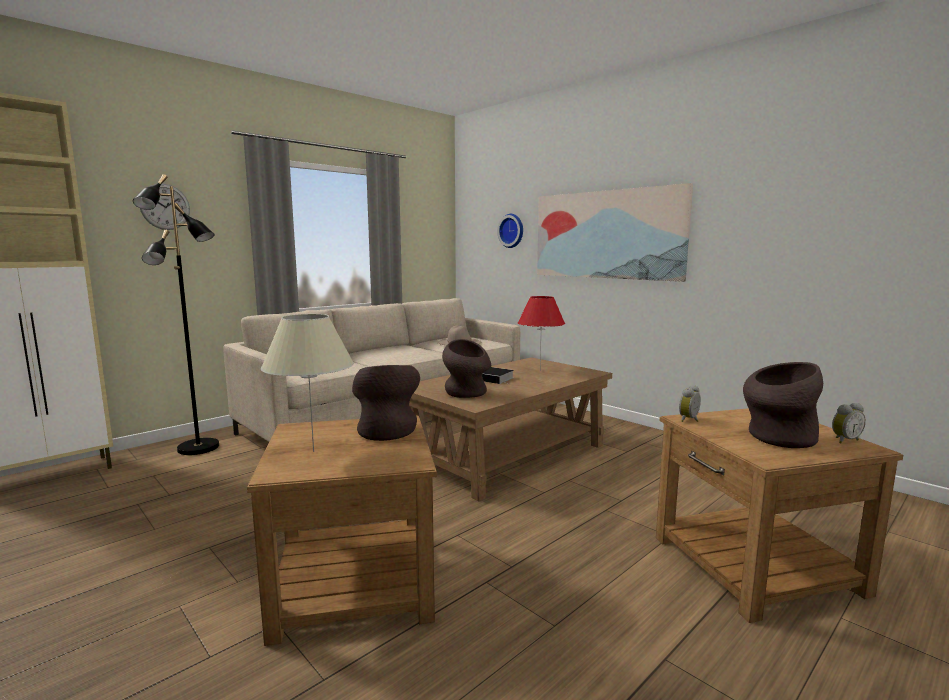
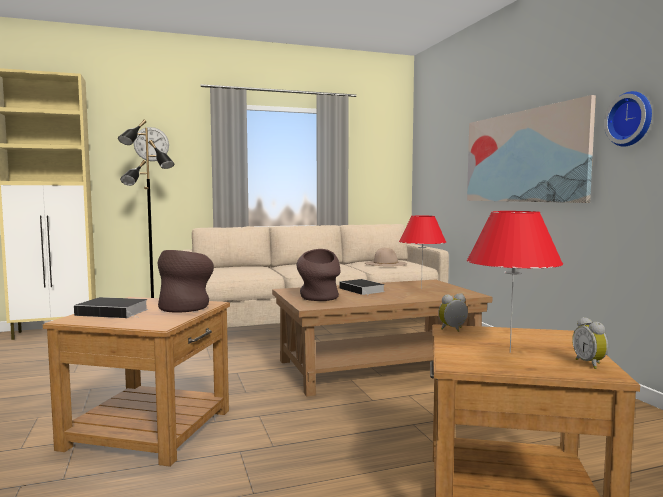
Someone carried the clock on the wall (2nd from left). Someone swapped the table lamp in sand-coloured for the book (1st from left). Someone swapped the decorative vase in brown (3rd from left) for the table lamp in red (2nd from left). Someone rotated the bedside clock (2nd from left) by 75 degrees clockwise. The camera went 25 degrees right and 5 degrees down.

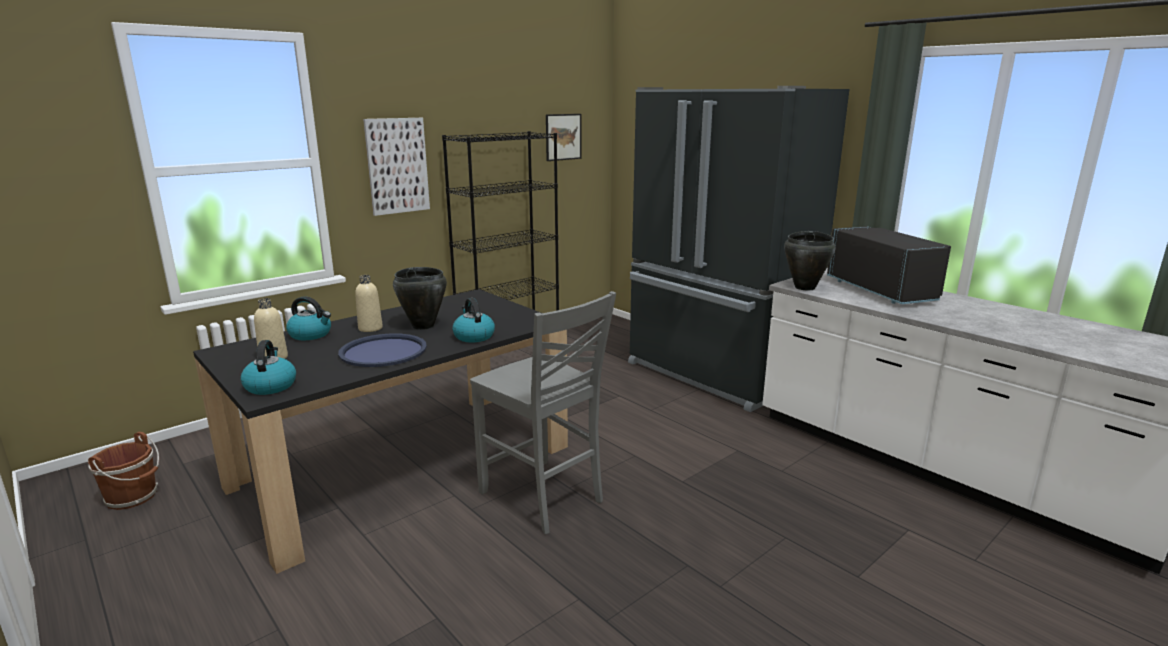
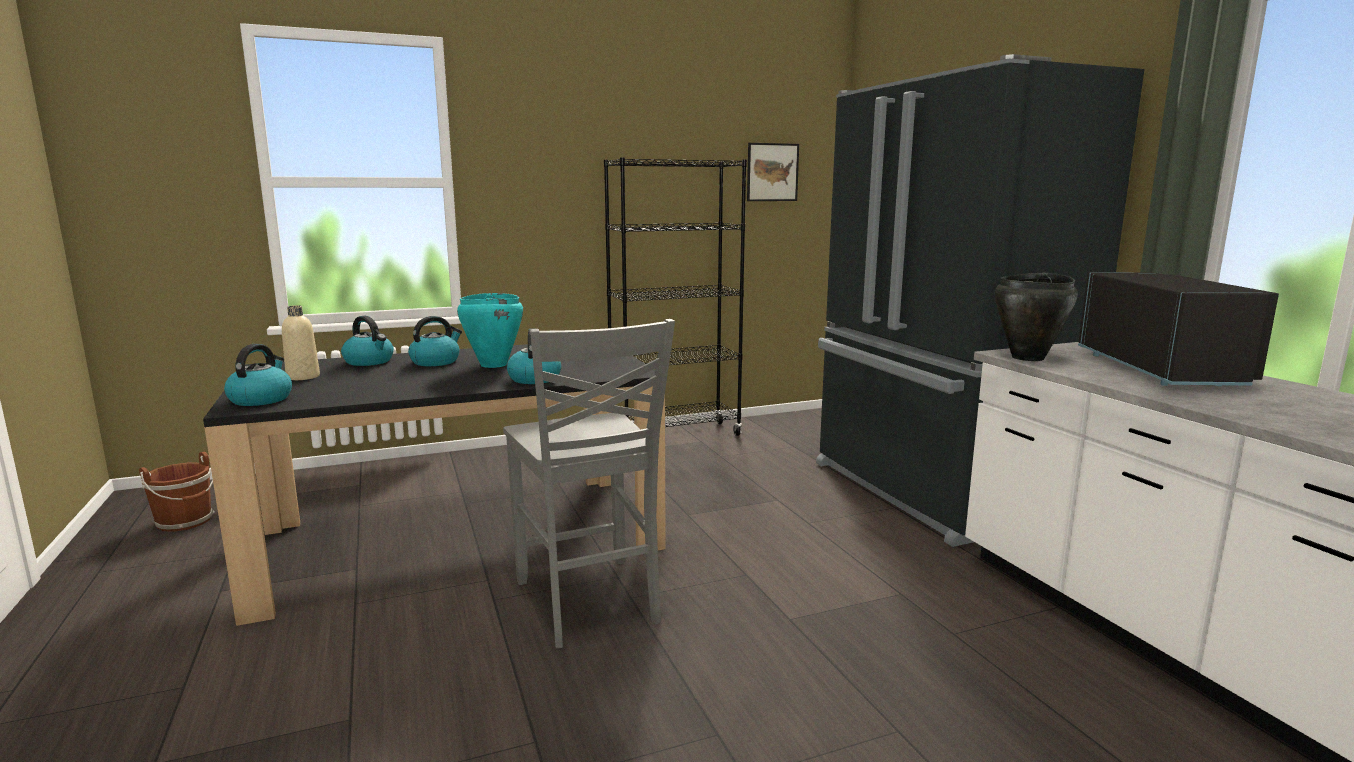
Someone took away the picture (1st from left). Someone repainted the saucepot in blackish (1st from left), which became the saucepot in turquoise-coloured. Someone swapped the beverage bottle in sand-coloured (2nd from left) for the kettle (3rd from left). Someone took away the carrying tray in blue. The camera went 20 degrees right and 5 degrees down.

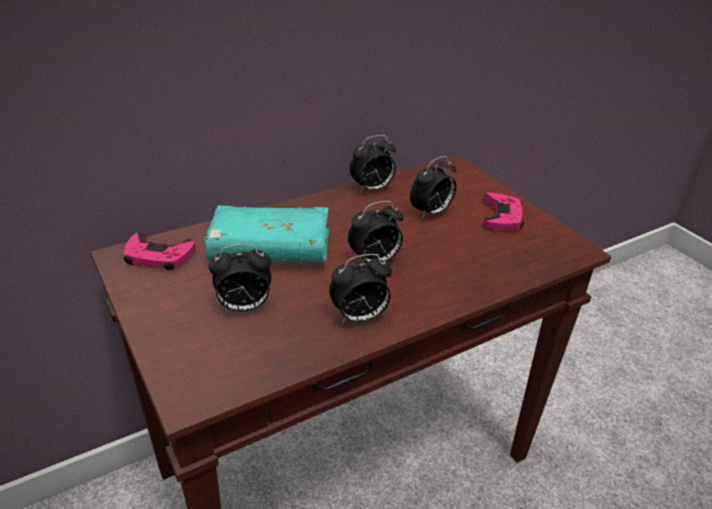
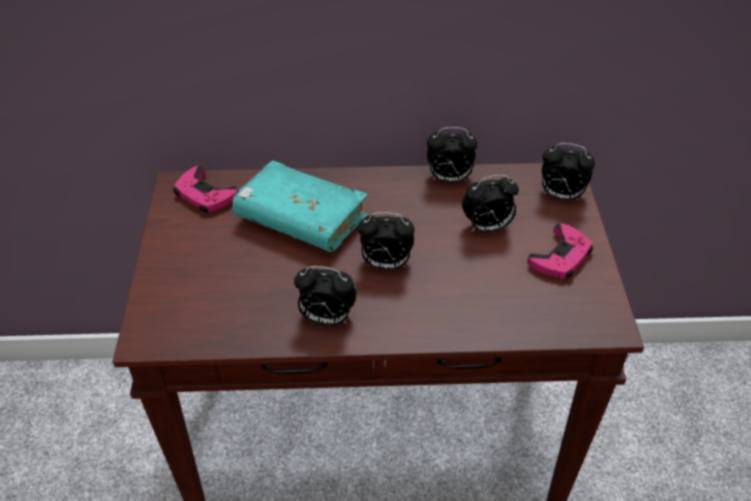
Someone carried the bedside clock (1st from left in the first image). The camera went 30 degrees right and 10 degrees up.

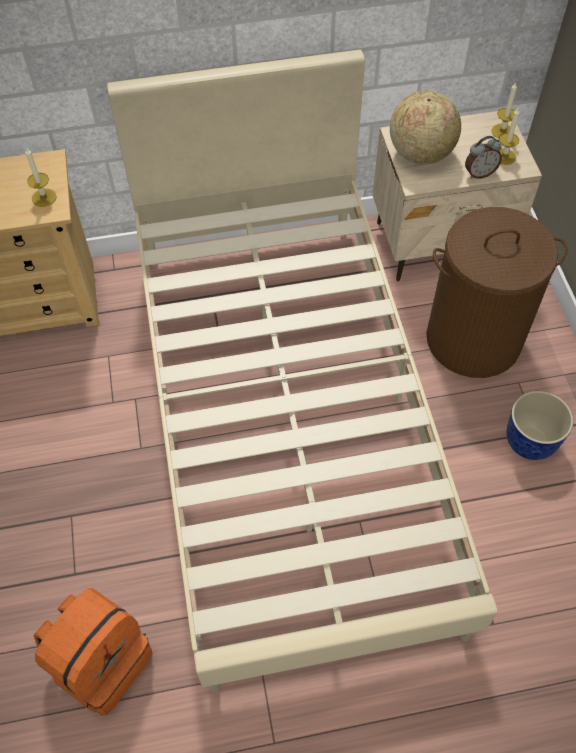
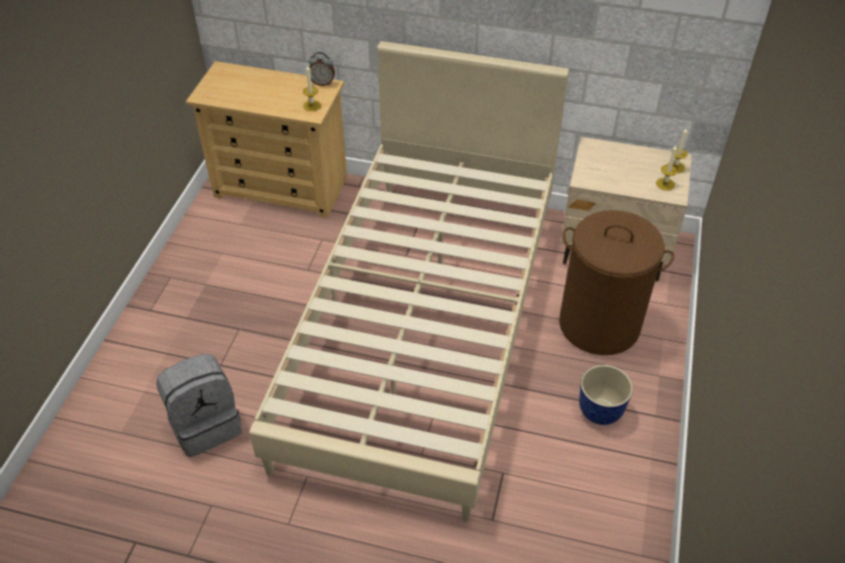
Someone took away the world globe. Someone carried the bedside clock. Someone repainted the knapsack in orangey, which became the knapsack in greyish. The camera went 25 degrees right and 10 degrees down.

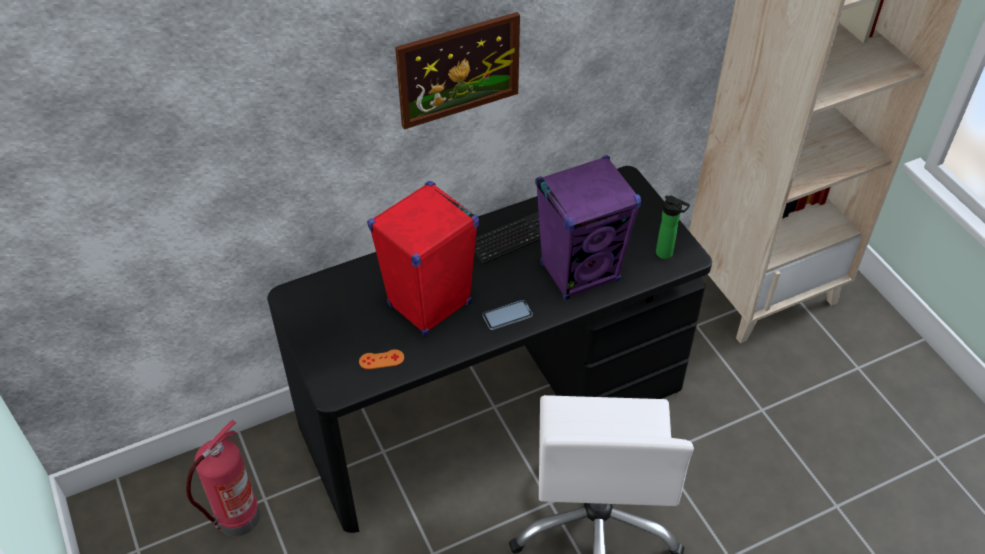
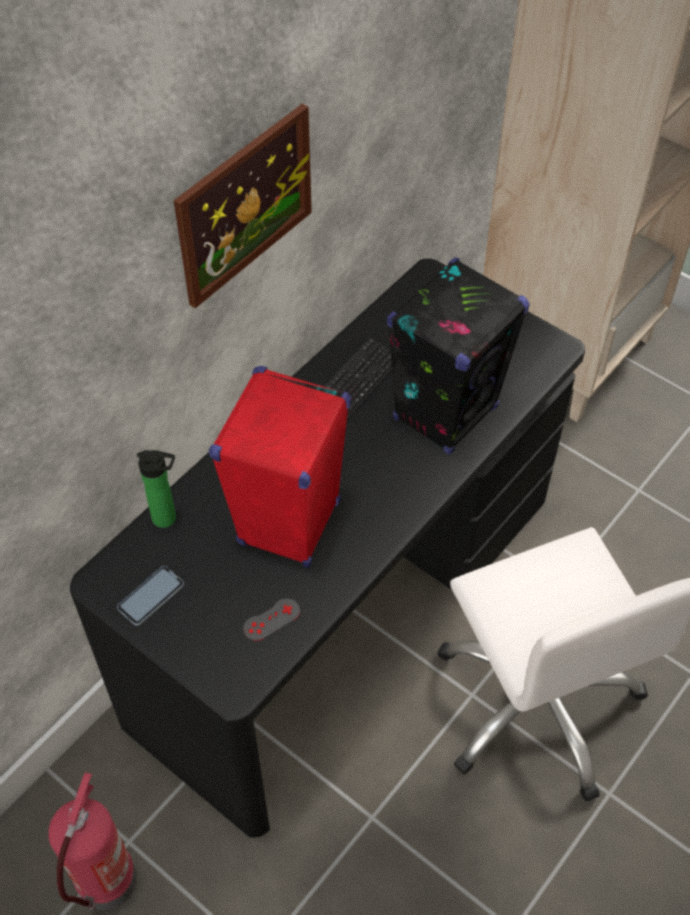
Someone repainted the audio speaker in purple, which became the audio speaker in blackish. Someone carried the beverage bottle. Someone carried the phone. Someone repainted the gamepad in orangey, which became the gamepad in greyish. The camera went 25 degrees left and 5 degrees up.

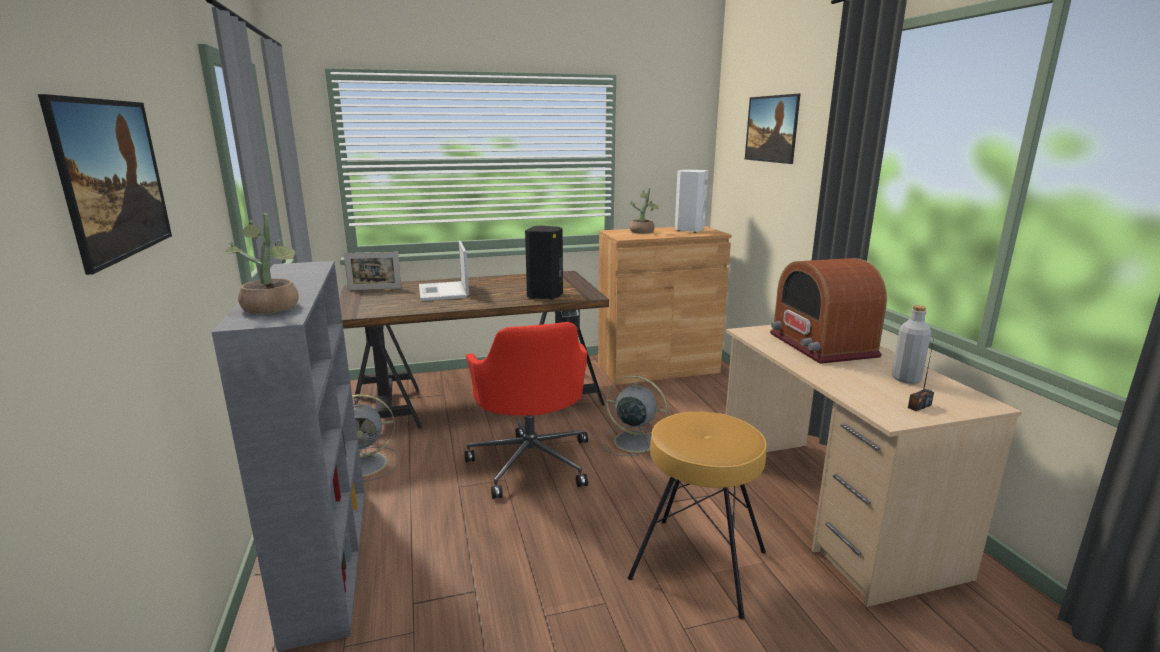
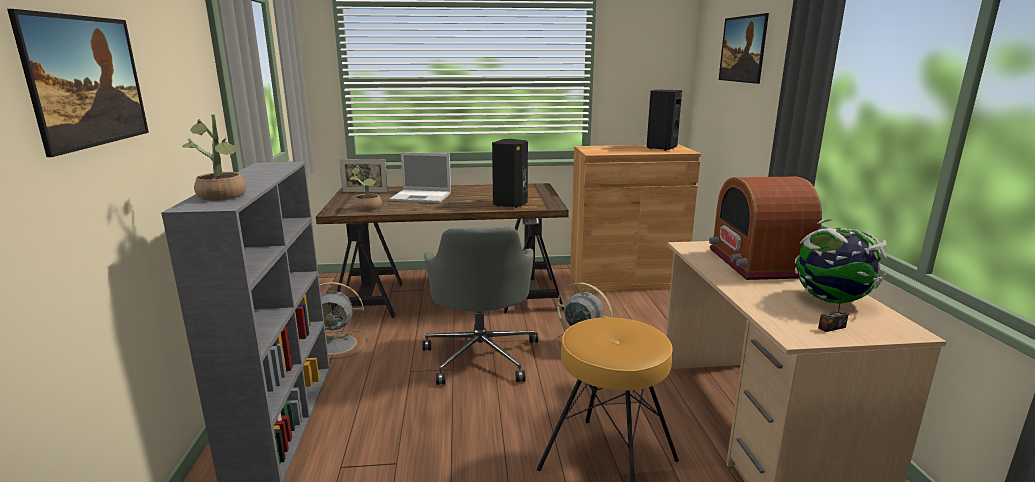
Someone repainted the audio speaker in white, which became the audio speaker in blackish (2nd from left). Someone carried the houseplant (2nd from left). Someone rotated the portable computer by 75 degrees counterclockwise. Someone swapped the beverage bottle in greyish for the world globe. Someone repainted the desk chair in red, which became the desk chair in greyish. The camera went 10 degrees right and 0 degrees up.

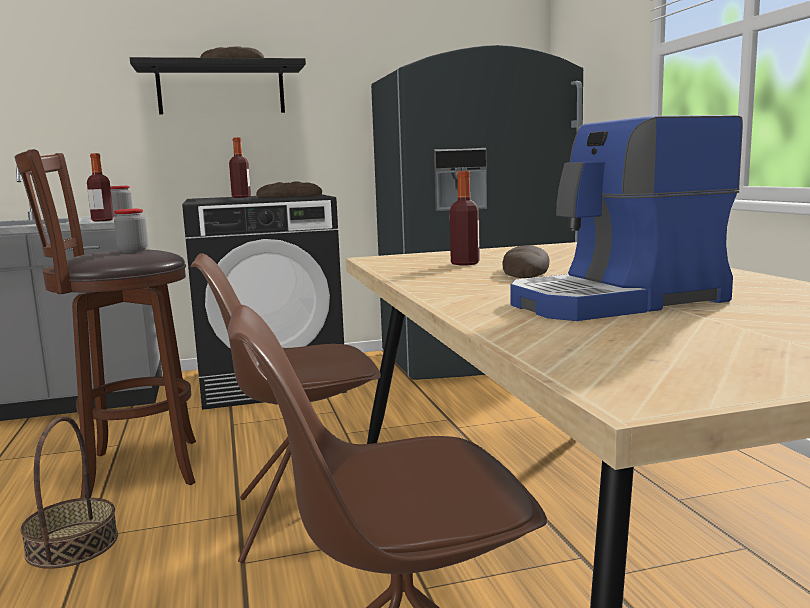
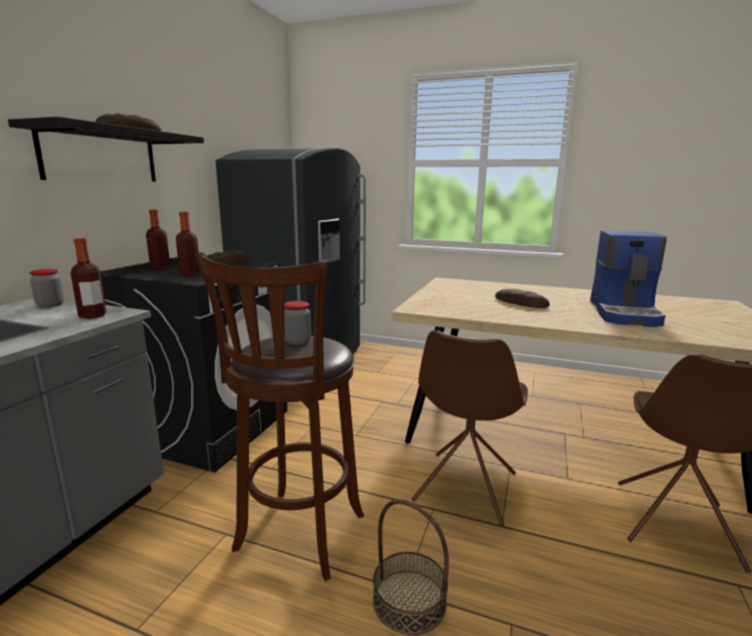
Someone carried the beverage bottle (3rd from left). The camera went 55 degrees left and 5 degrees up.

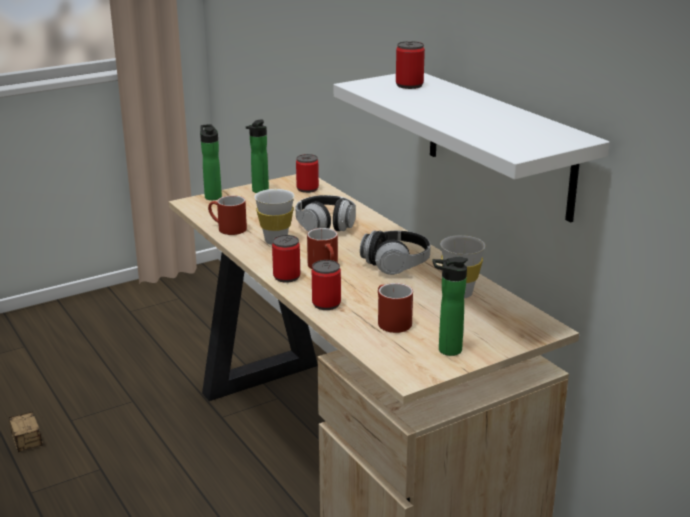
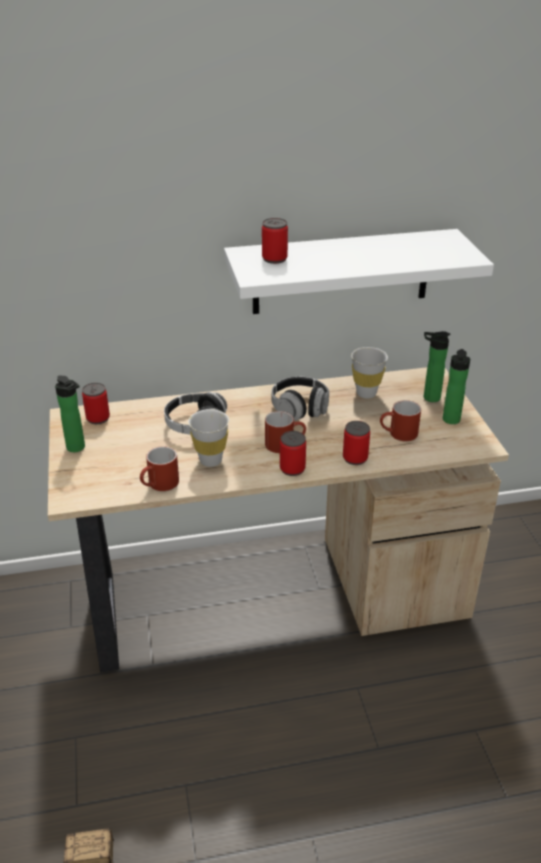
Someone carried the beverage bottle (1st from left in the first image). The camera went 70 degrees left and 10 degrees up.

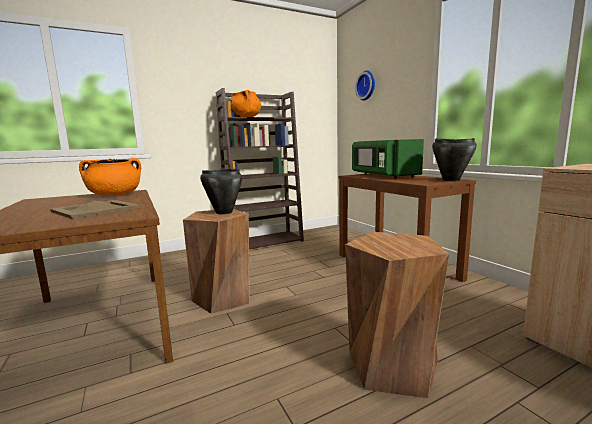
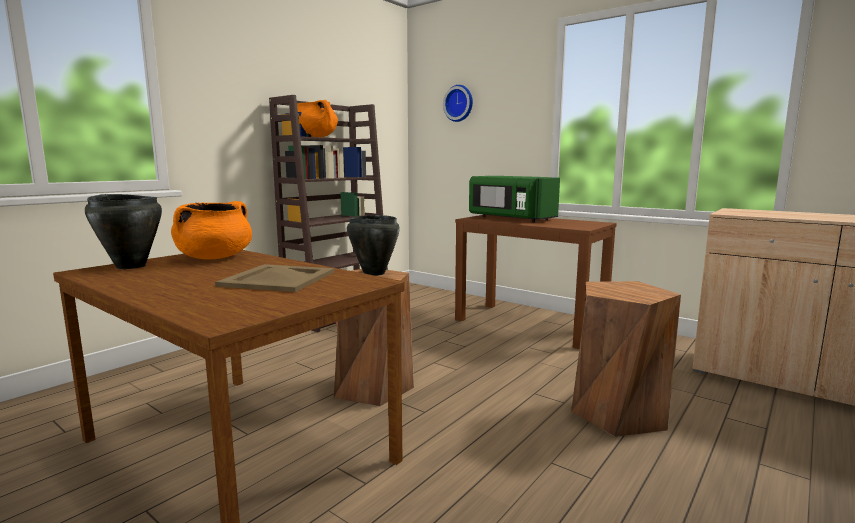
Someone carried the saucepot in blackish (2nd from left in the first image). The camera went 25 degrees left and 0 degrees up.

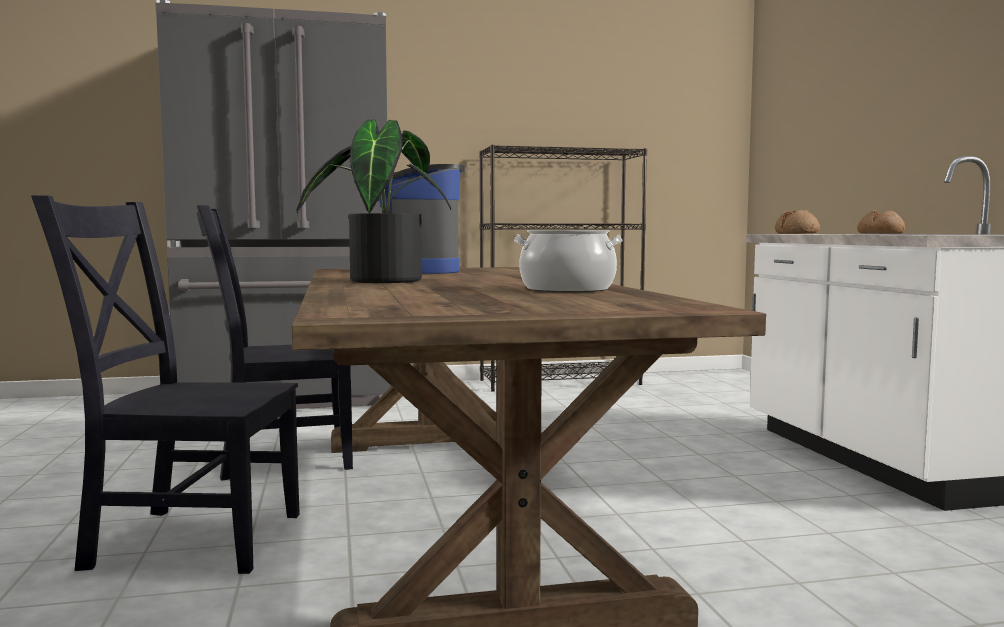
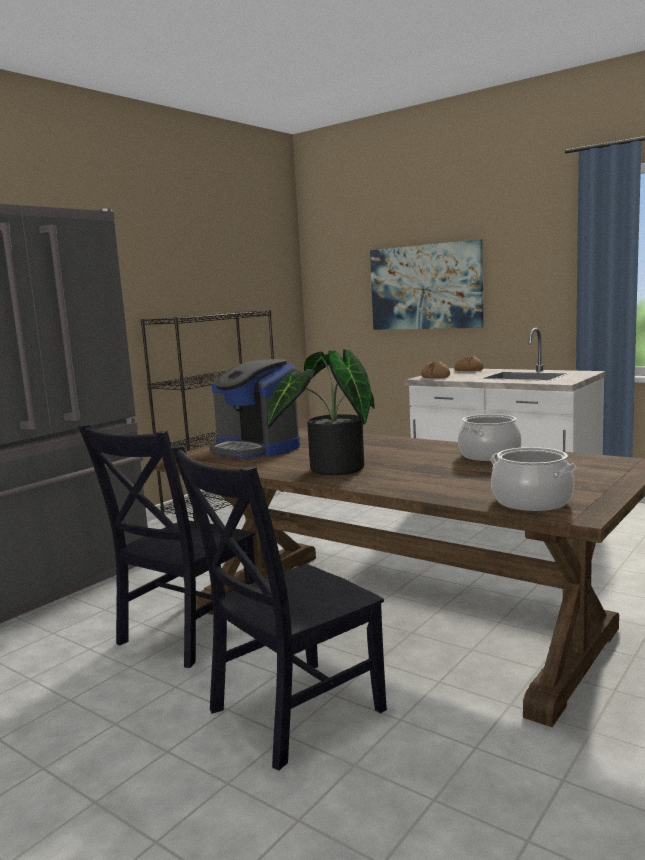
Someone put up the picture. Someone put down the saucepot (2nd from left). The camera went 40 degrees left and 5 degrees up.

